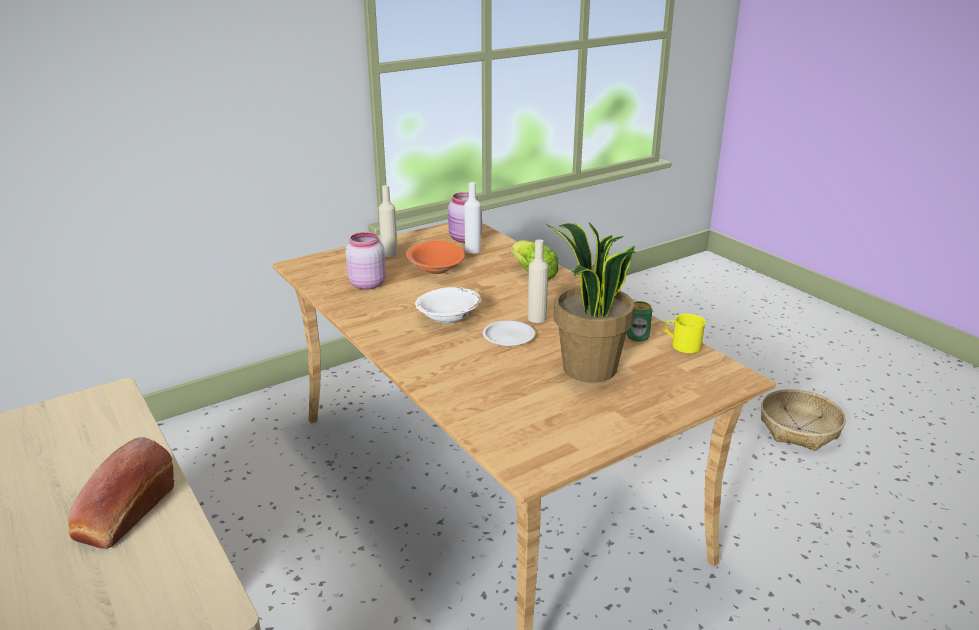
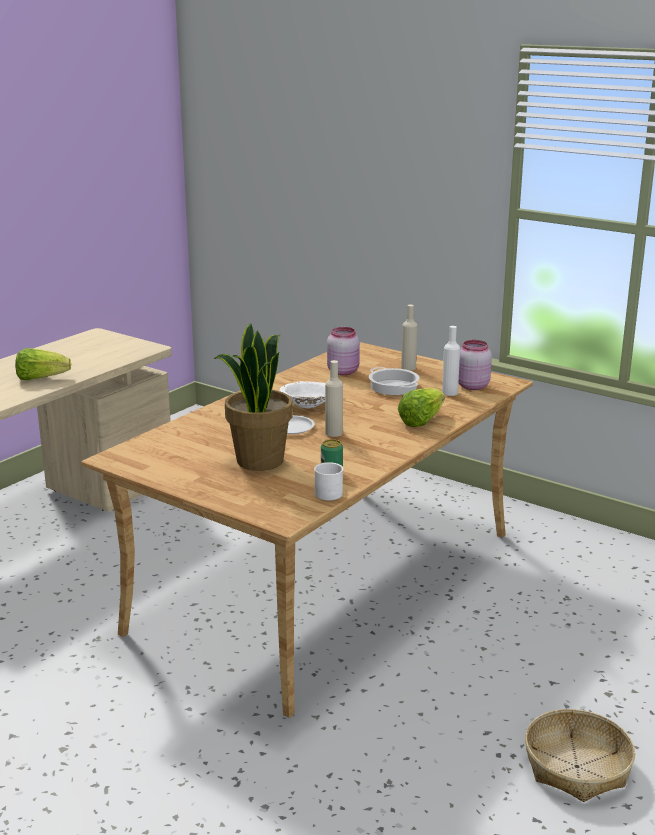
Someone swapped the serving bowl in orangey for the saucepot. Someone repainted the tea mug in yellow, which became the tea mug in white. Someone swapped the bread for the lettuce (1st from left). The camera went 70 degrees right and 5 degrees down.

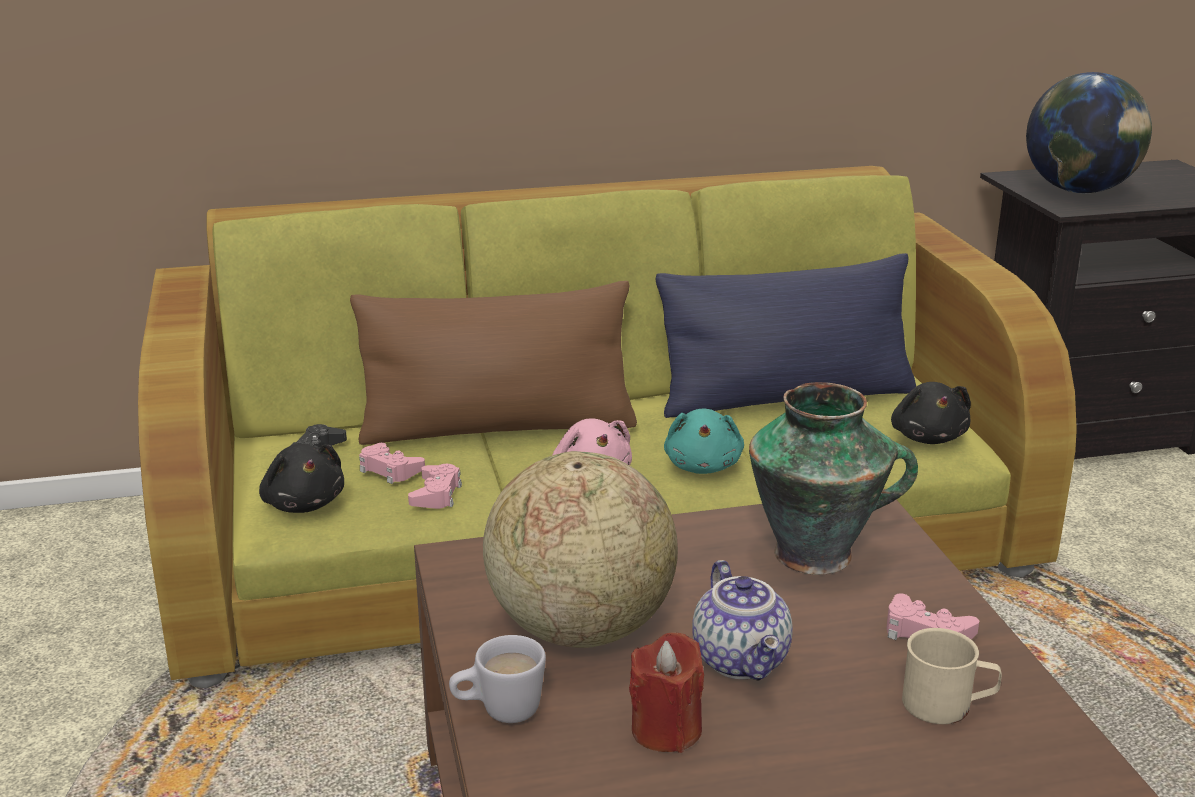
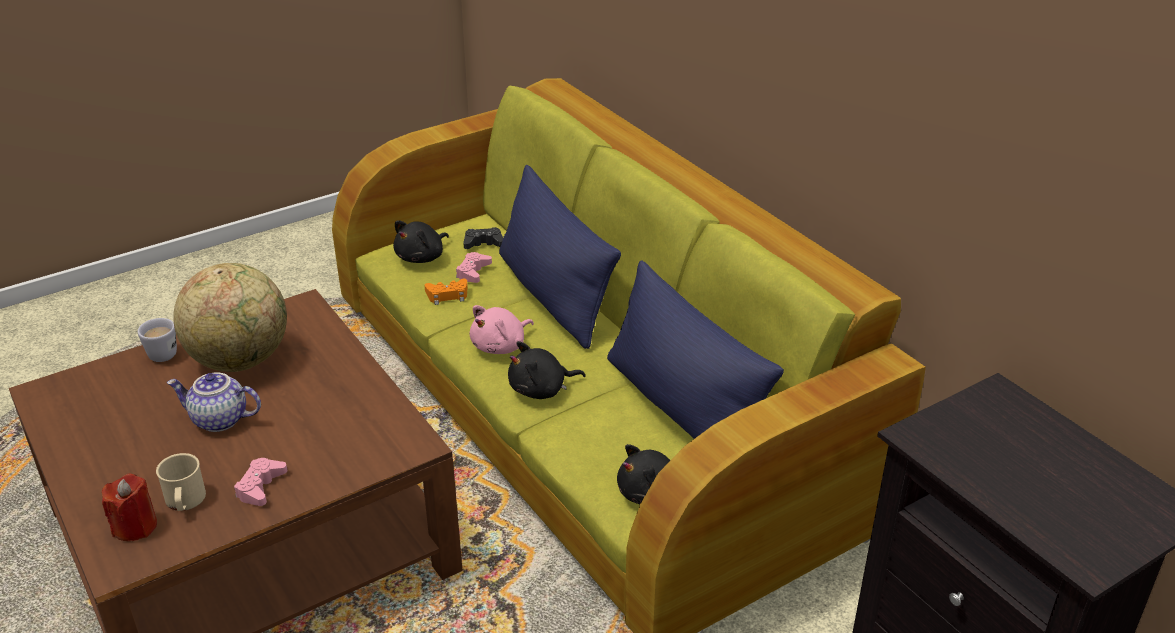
Someone took away the world globe (2nd from left). Someone repainted the cushion in brown, which became the cushion in blue (1st from left). Someone took away the decorative vase. Someone repainted the plush toy in turquoise-coloured, which became the plush toy in blackish (2nd from left). Someone repainted the gamepad in pink (2nd from left), which became the gamepad in orangey. Someone rotated the pot for tea by 45 degrees clockwise. Someone carried the wax candle in red. The camera went 70 degrees right and 10 degrees up.

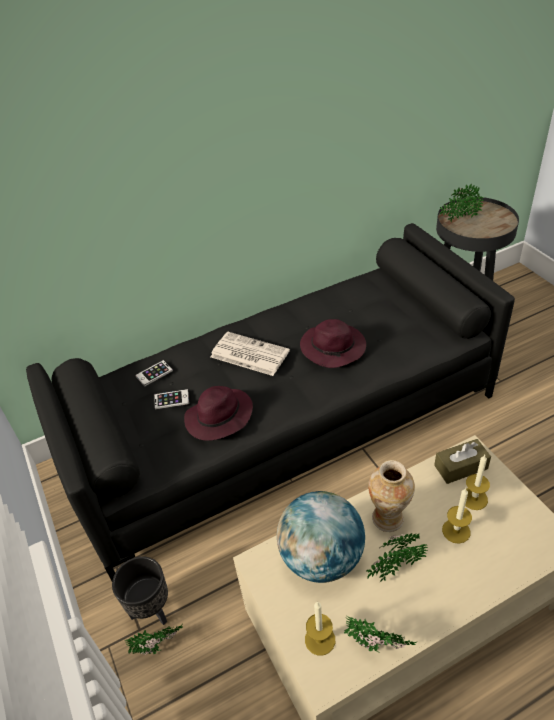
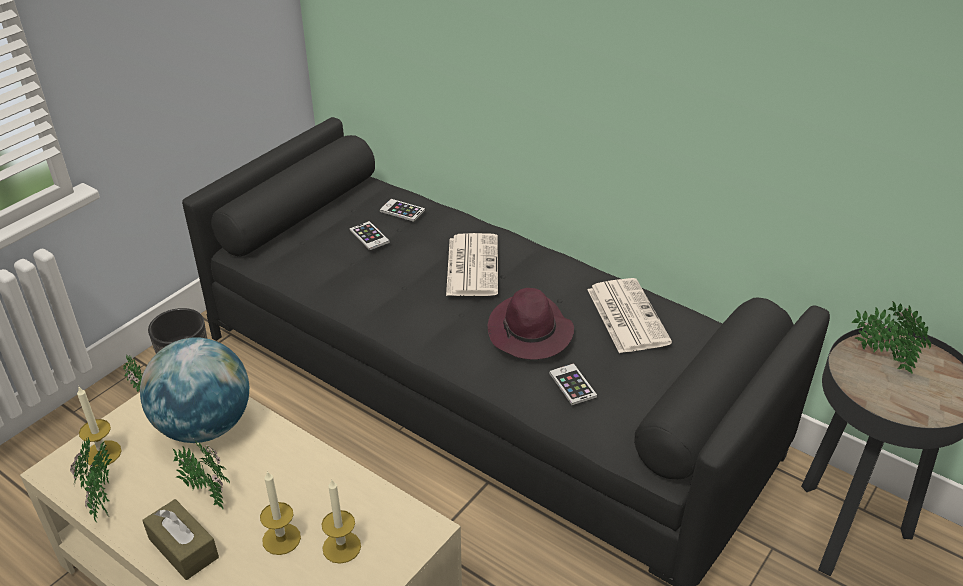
Someone took away the wearable hat in purple (1st from left). Someone carried the box of tissues in brown. Someone took away the decorative vase. Someone put down the newspaper (2nd from left). Someone put down the phone (3rd from left). The camera went 60 degrees right and 5 degrees down.

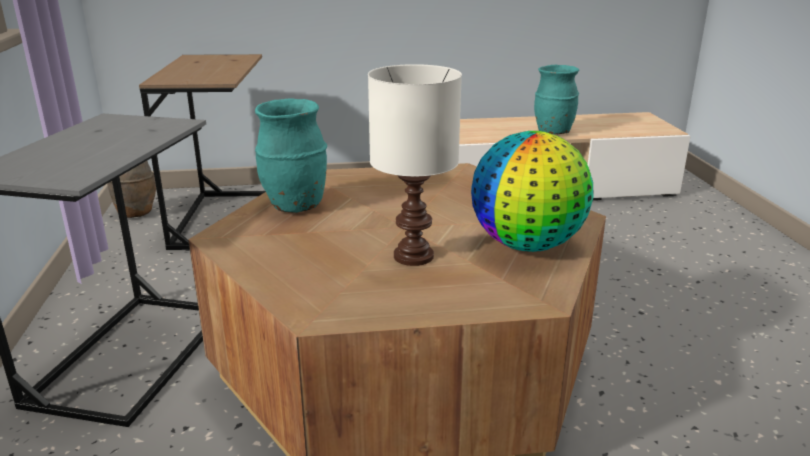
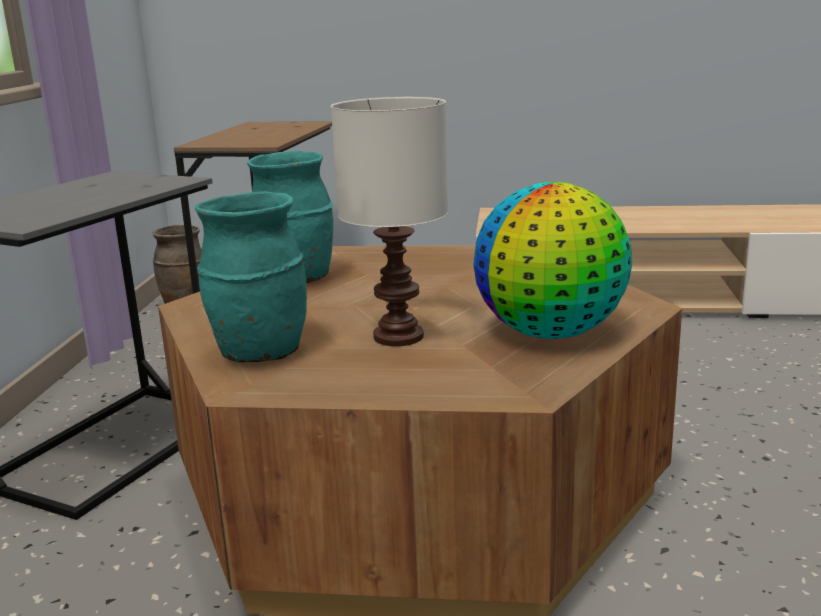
Someone carried the decorative vase in turquoise-coloured (2nd from left in the first image). The camera went 15 degrees right and 5 degrees down.

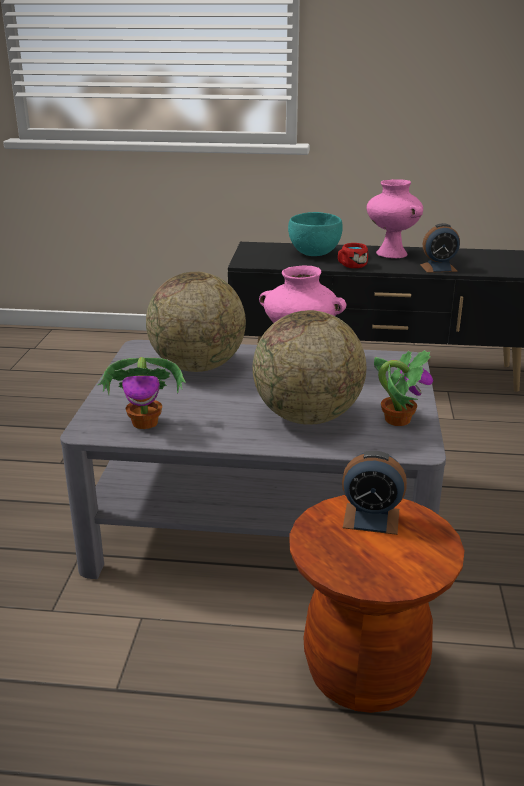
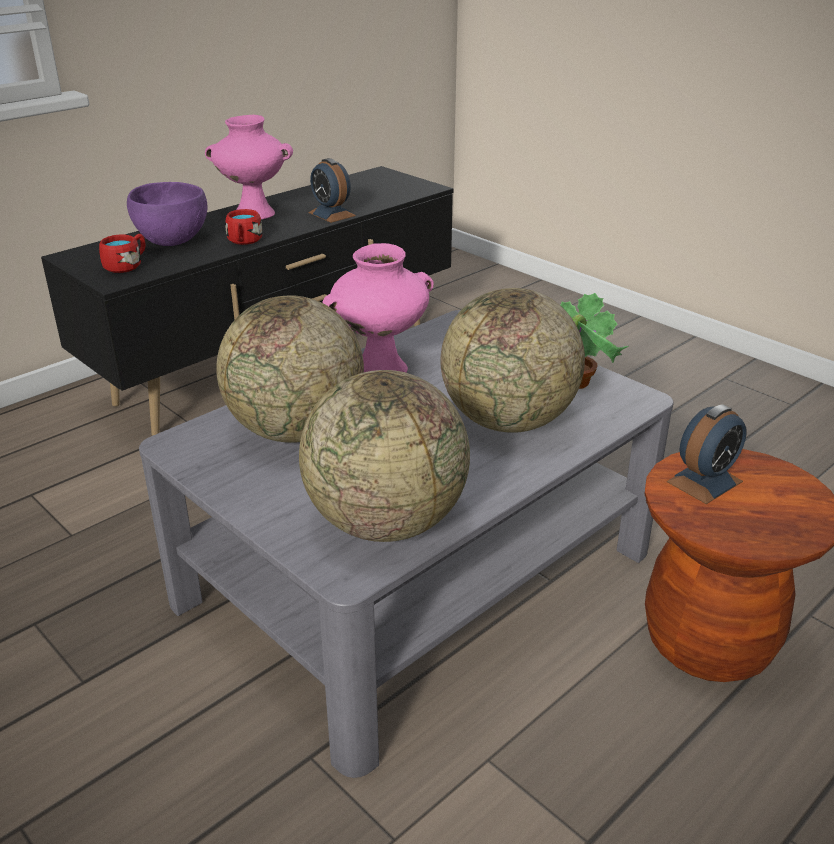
Someone repainted the serving bowl in turquoise-coloured, which became the serving bowl in purple. Someone rotated the bedside clock (2nd from left in the first image) by 105 degrees clockwise. Someone swapped the houseplant (1st from left) for the world globe (2nd from left). Someone put down the tea mug in red (1st from left). The camera went 50 degrees left and 5 degrees up.

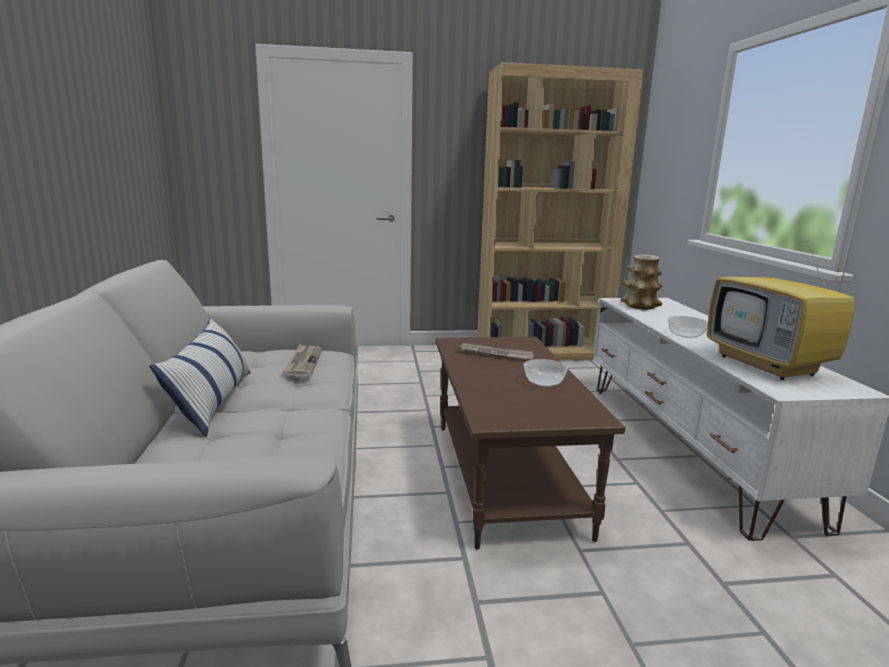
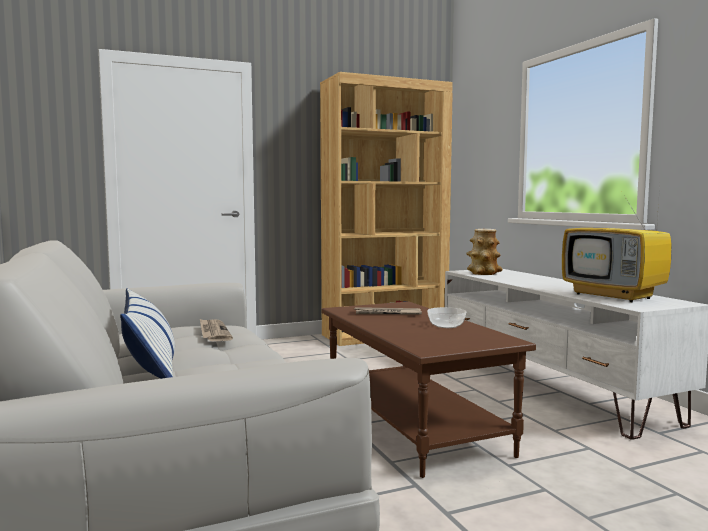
Someone took away the serving bowl (2nd from left). The camera went 15 degrees left and 10 degrees down.

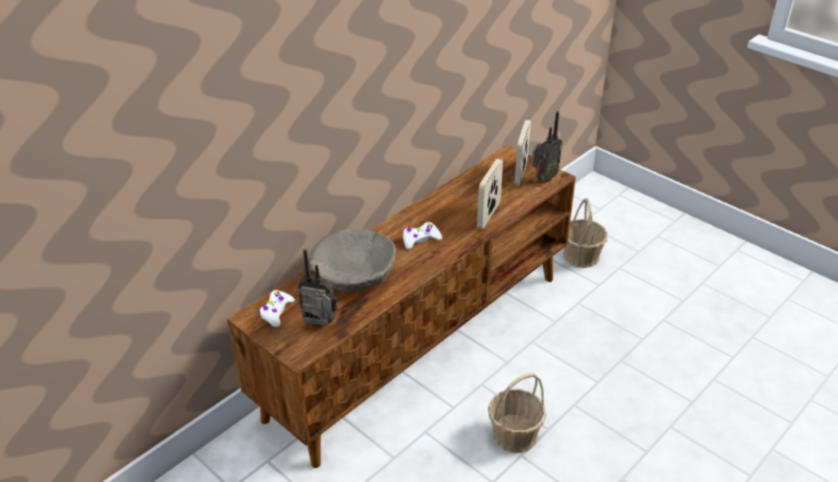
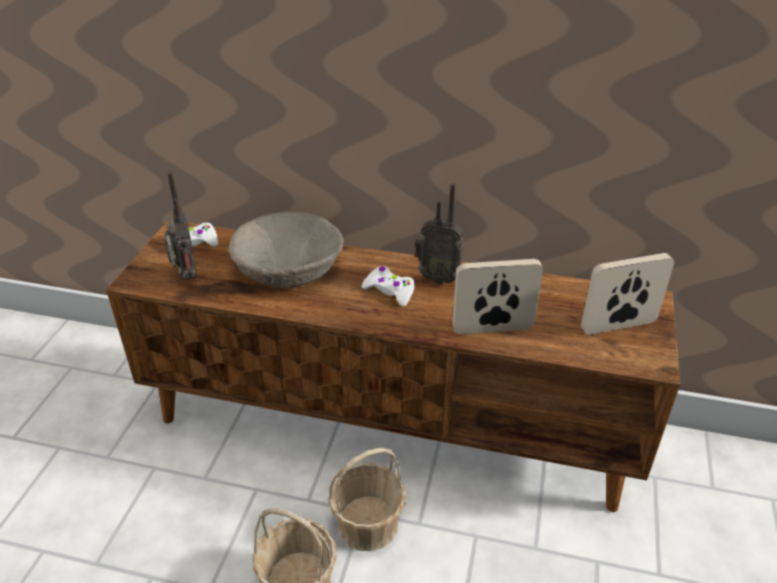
Someone carried the radio set (2nd from left). Someone carried the basket (2nd from left). The camera went 60 degrees right and 0 degrees up.

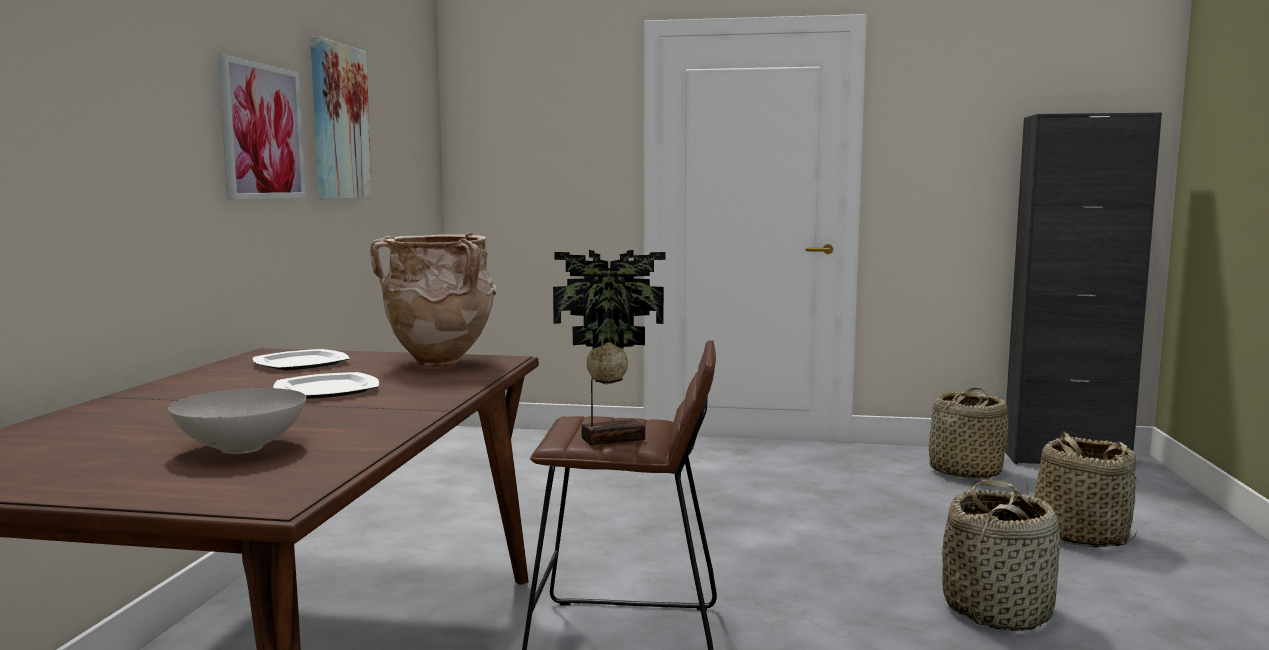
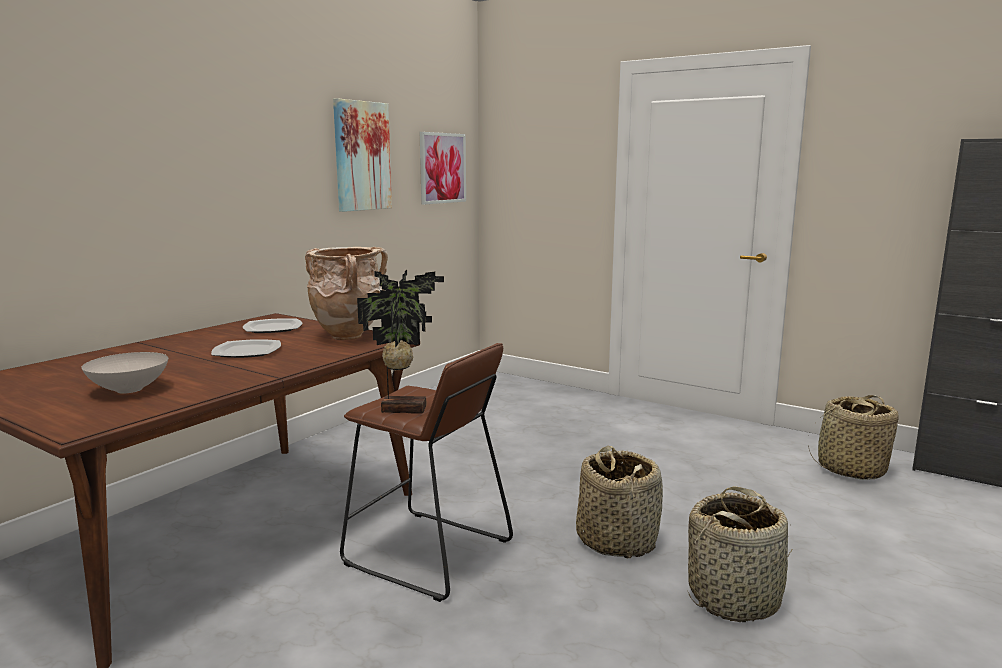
Someone carried the picture (1st from left in the first image). Someone carried the basket (3rd from left in the first image). The camera went 25 degrees right and 5 degrees up.

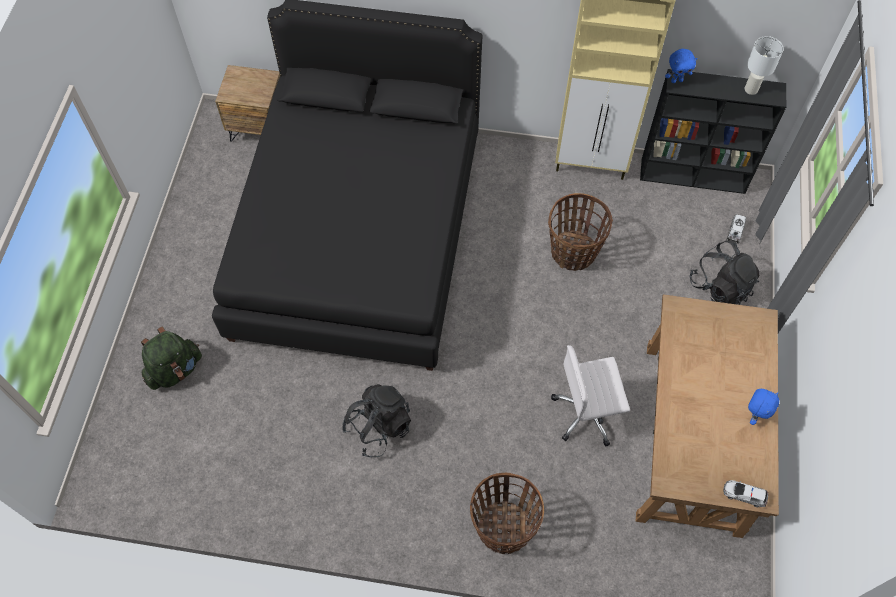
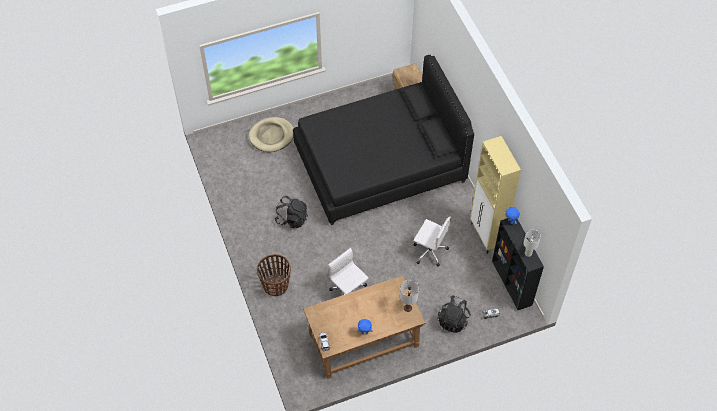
Someone swapped the basket (2nd from left) for the desk chair in white (2nd from left). Someone swapped the knapsack in green for the dog cushion in sand-coloured. Someone put down the table lamp in white (1st from left). The camera went 60 degrees right and 5 degrees down.

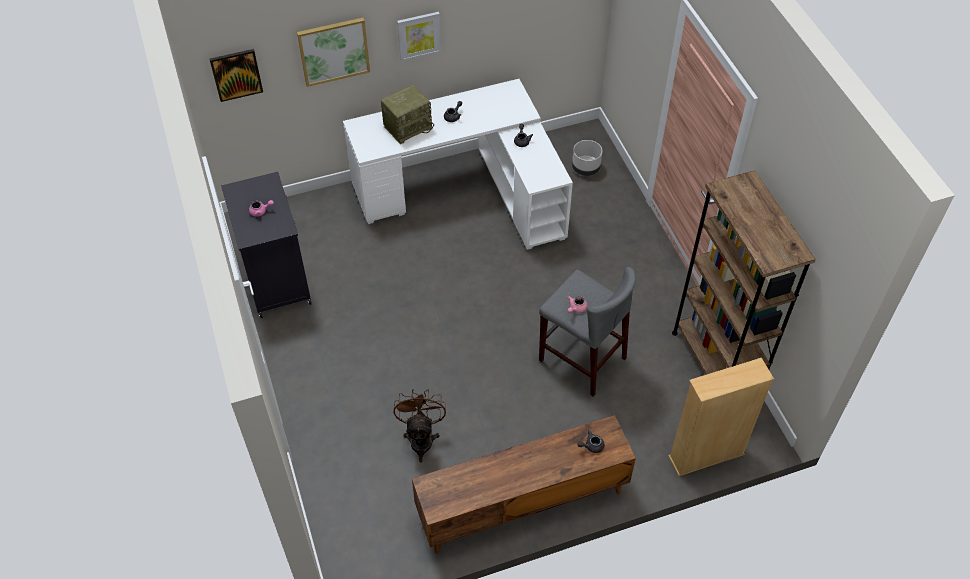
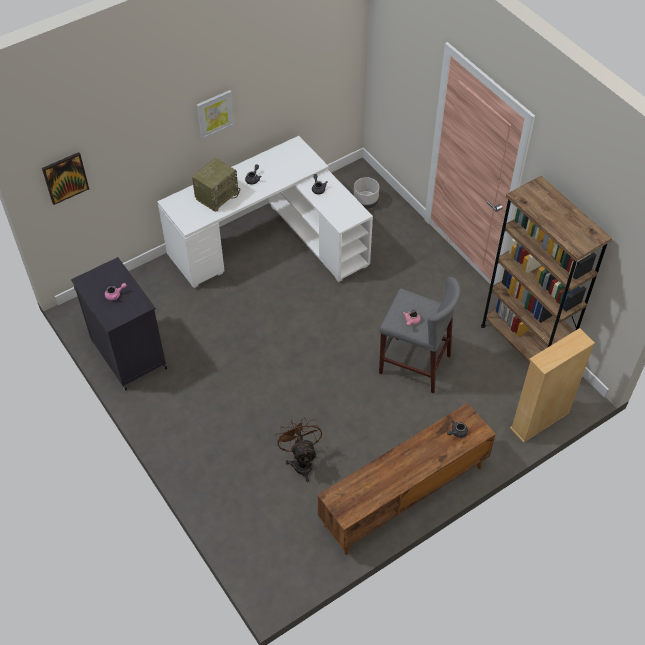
Someone took away the picture (2nd from left). The camera went 15 degrees left and 0 degrees up.

